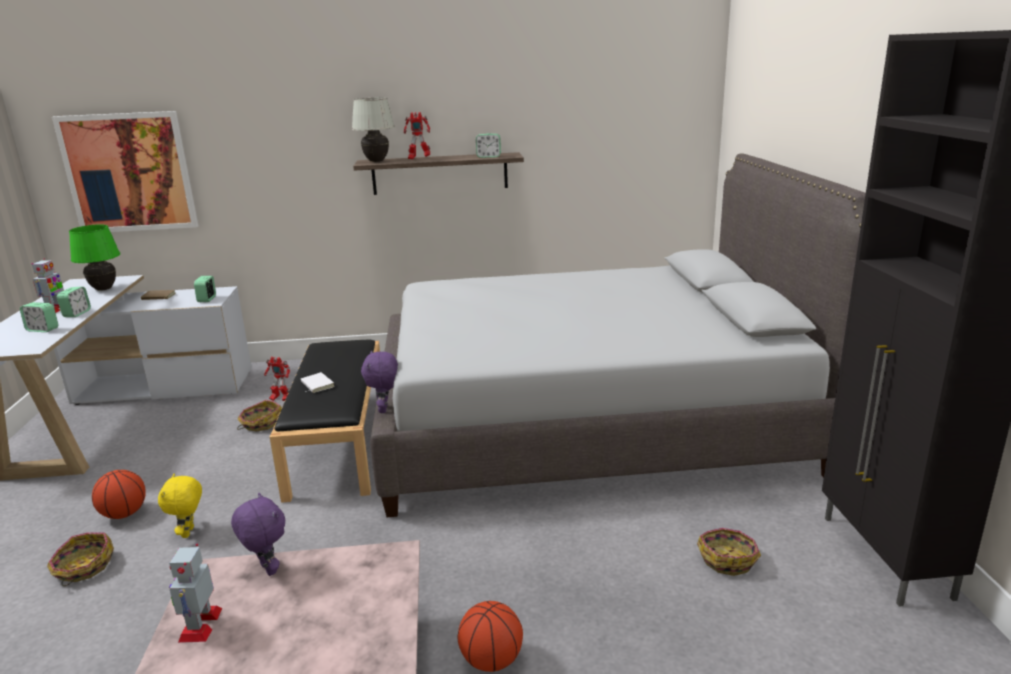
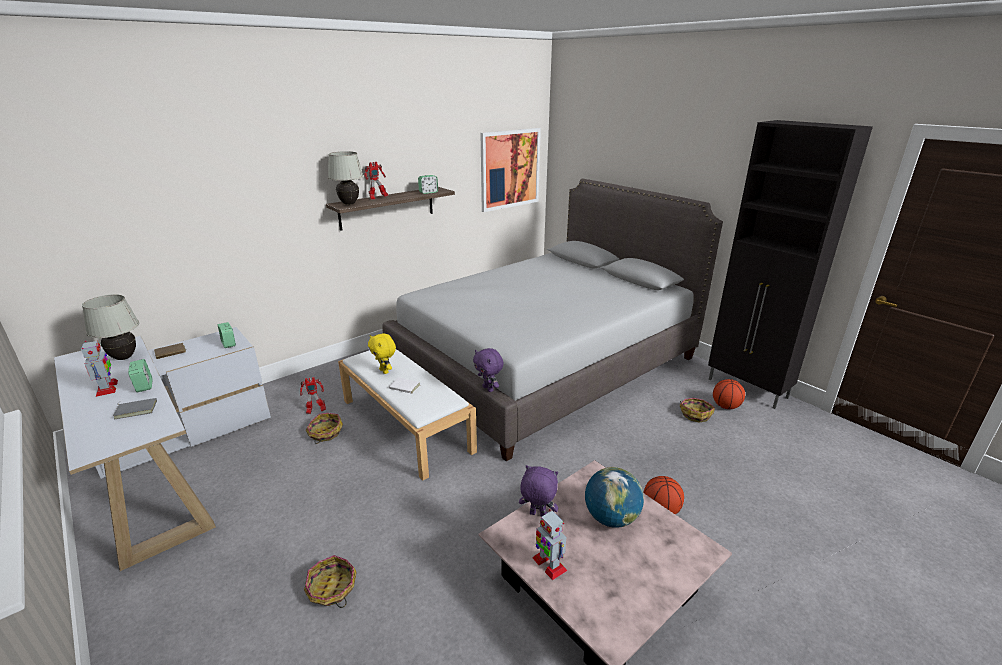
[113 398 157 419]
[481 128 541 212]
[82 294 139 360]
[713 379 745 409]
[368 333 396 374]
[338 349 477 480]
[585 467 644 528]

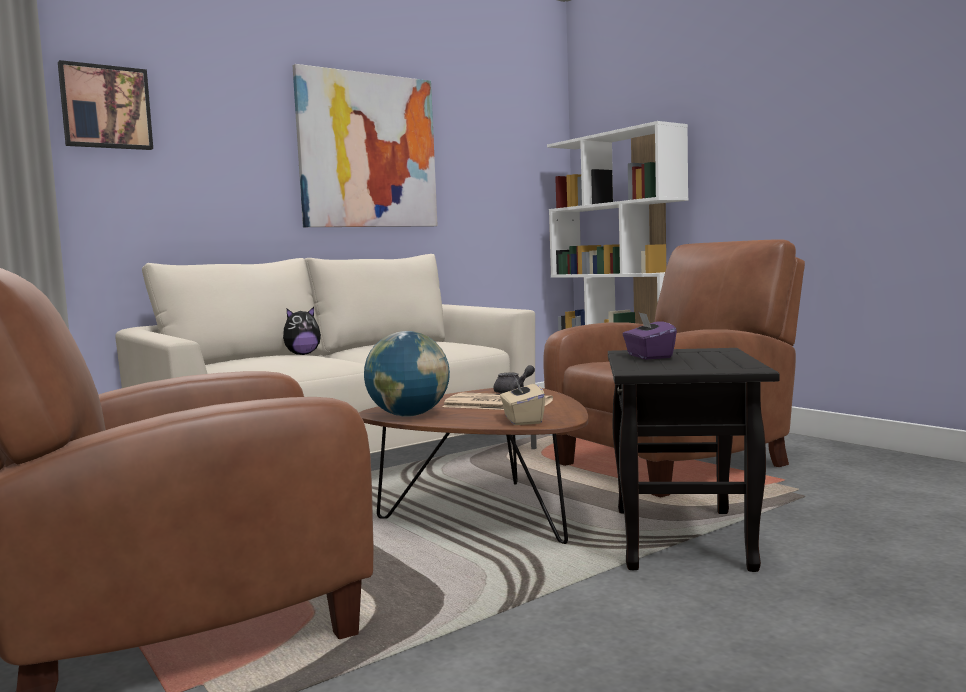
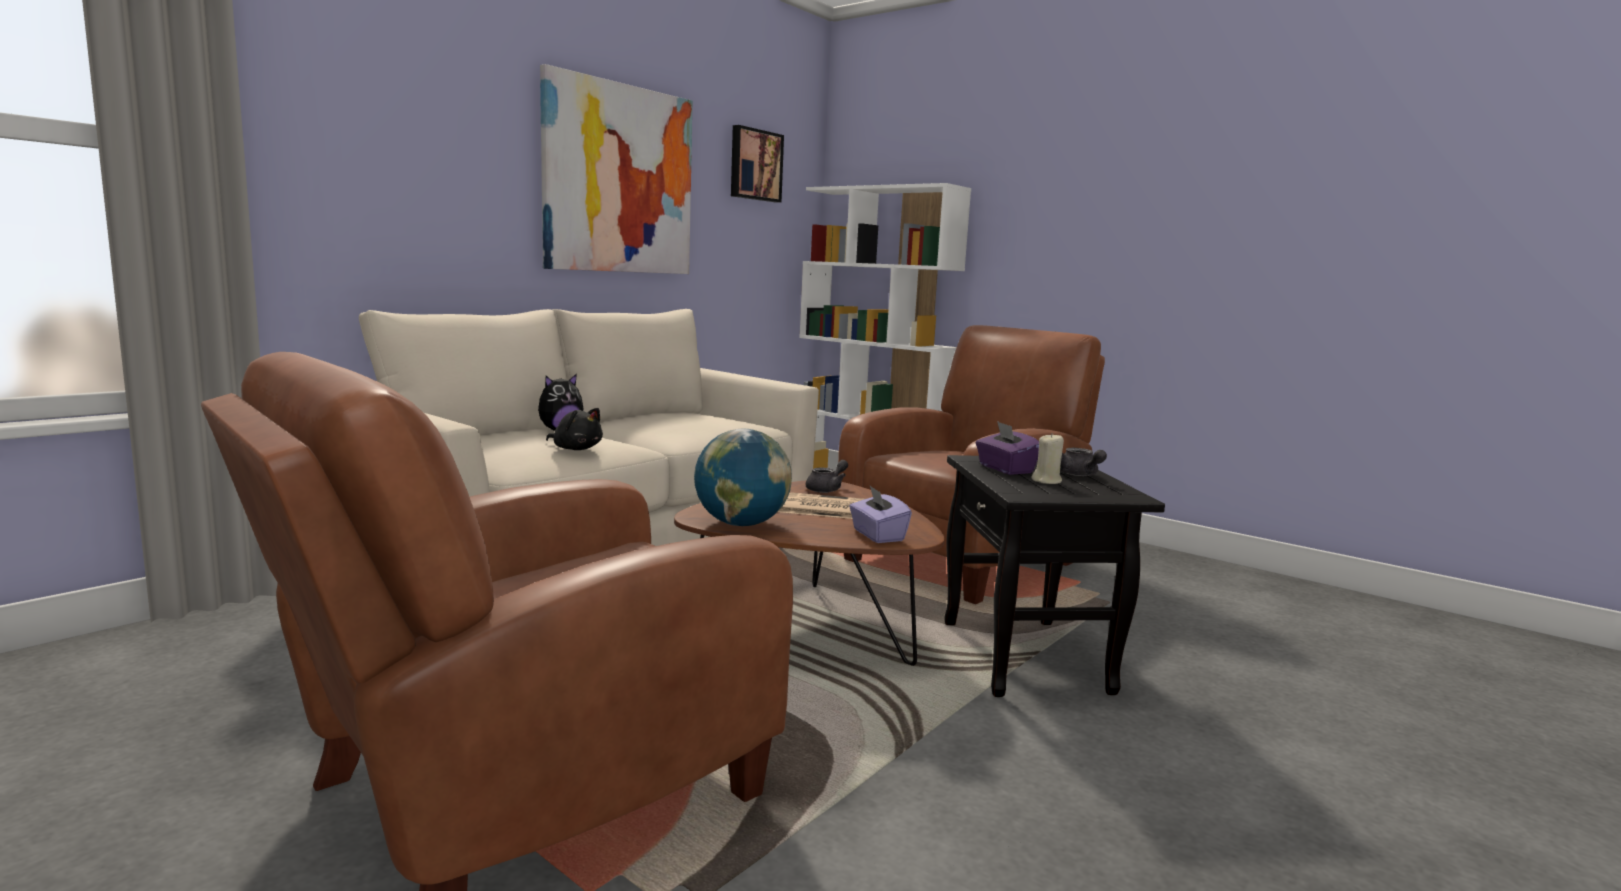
[731 125 784 203]
[849 486 912 543]
[546 408 603 450]
[1032 433 1064 484]
[1060 448 1107 476]

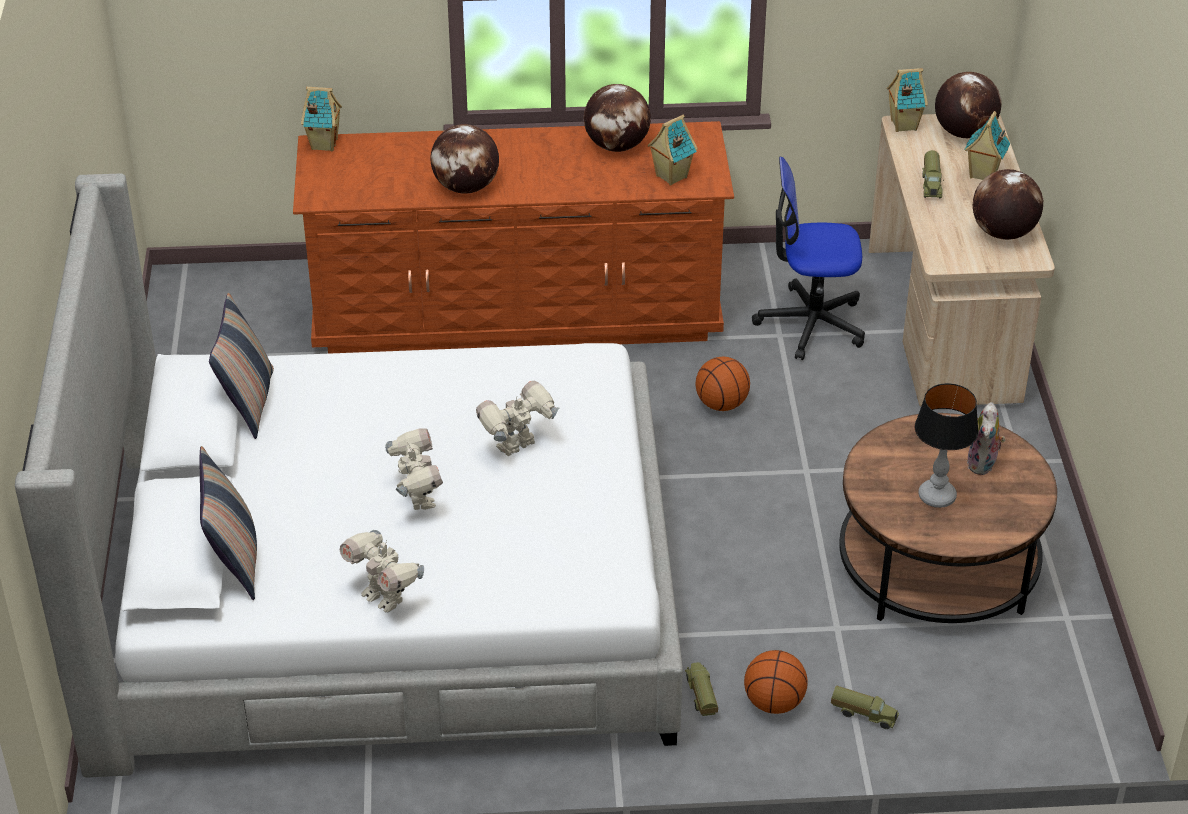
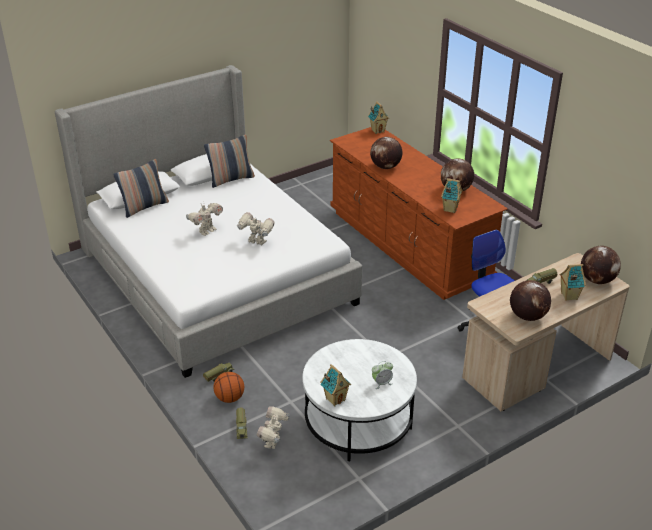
[256 406 290 449]
[695 356 750 411] (first image)
[302 339 417 461]
[320 364 351 406]
[915 383 979 508] (first image)
[372 361 393 389]

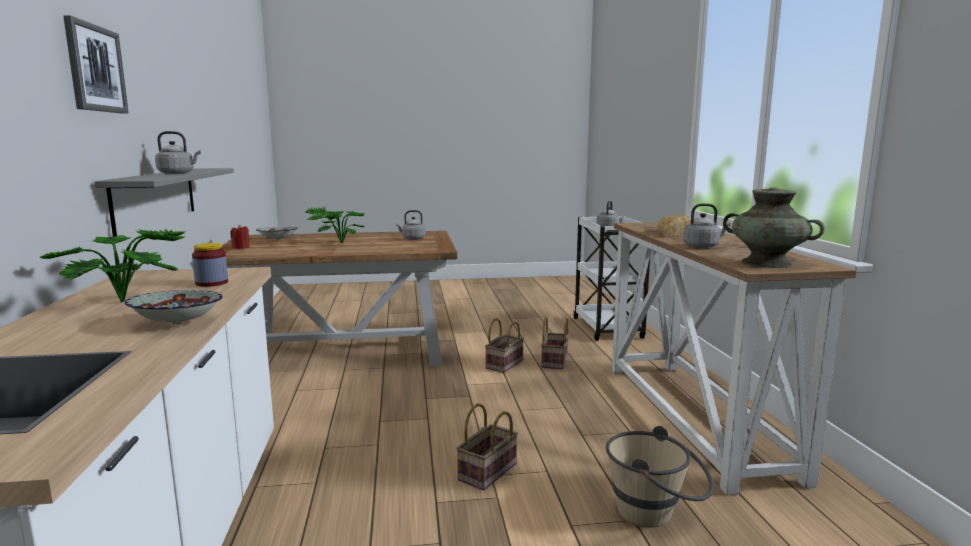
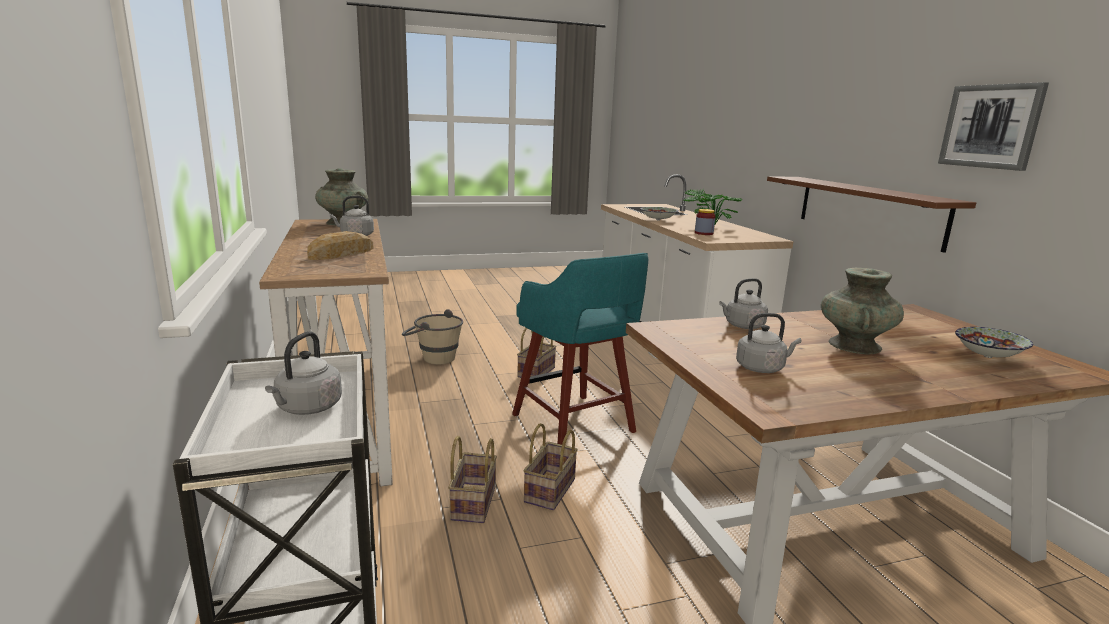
[938 82 1049 171]
[767 176 976 253]
[719 278 768 329]
[231 225 250 249] (first image)
[821 268 904 354]
[512 253 648 445]

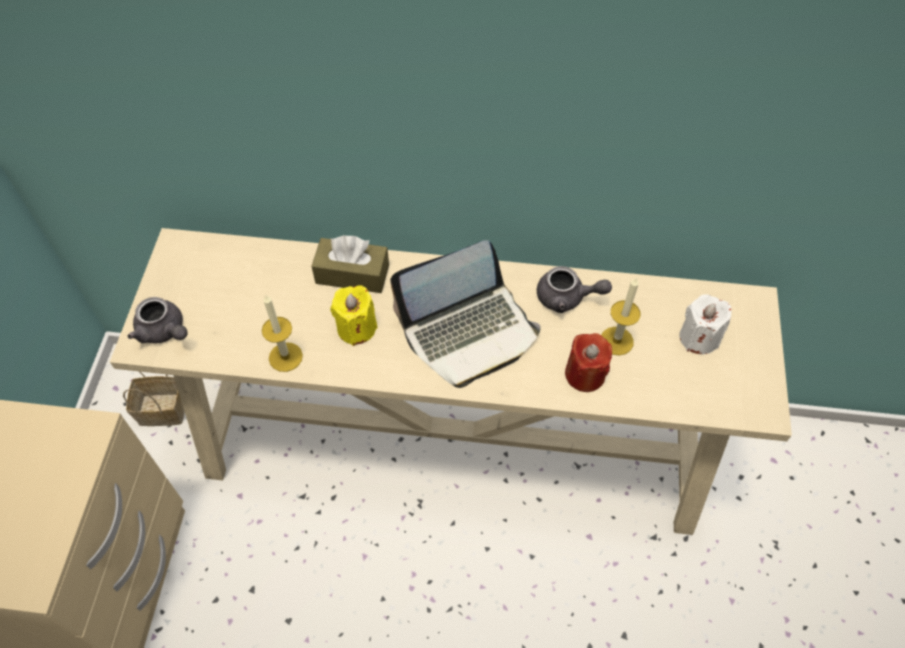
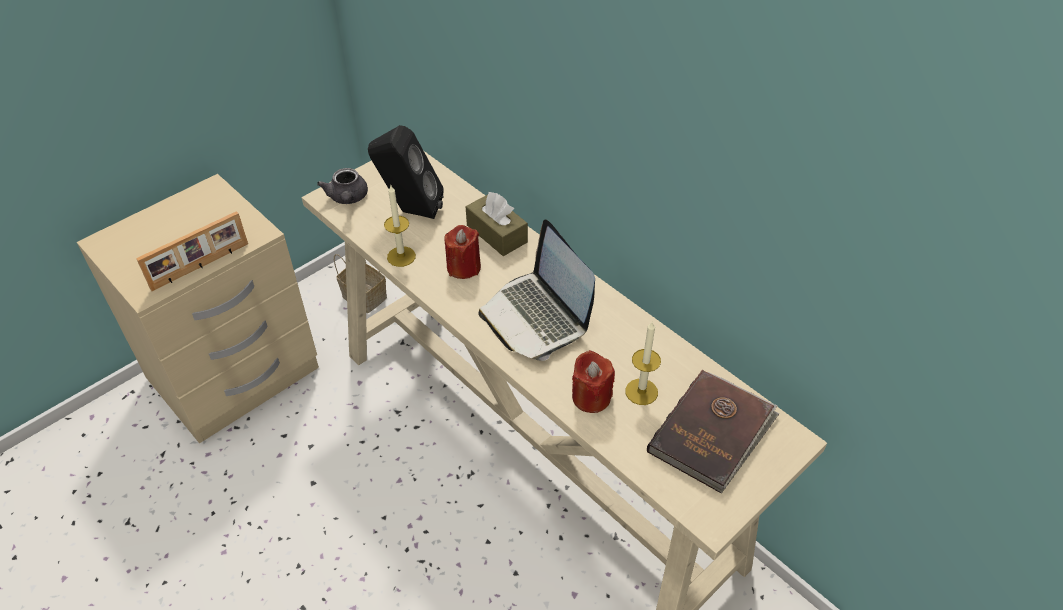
[445 225 481 279]
[478 219 595 361]
[537 266 612 313] (first image)
[647 370 779 493]
[136 211 248 291]
[368 125 444 219]

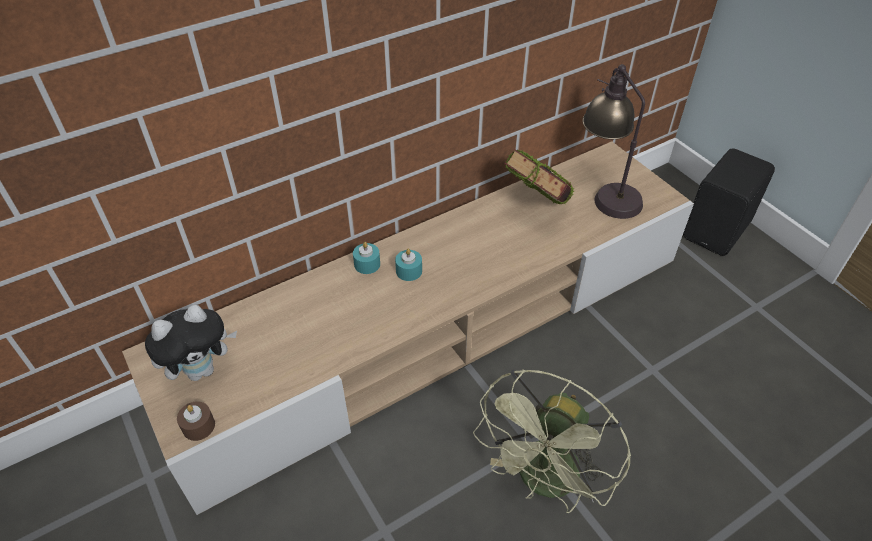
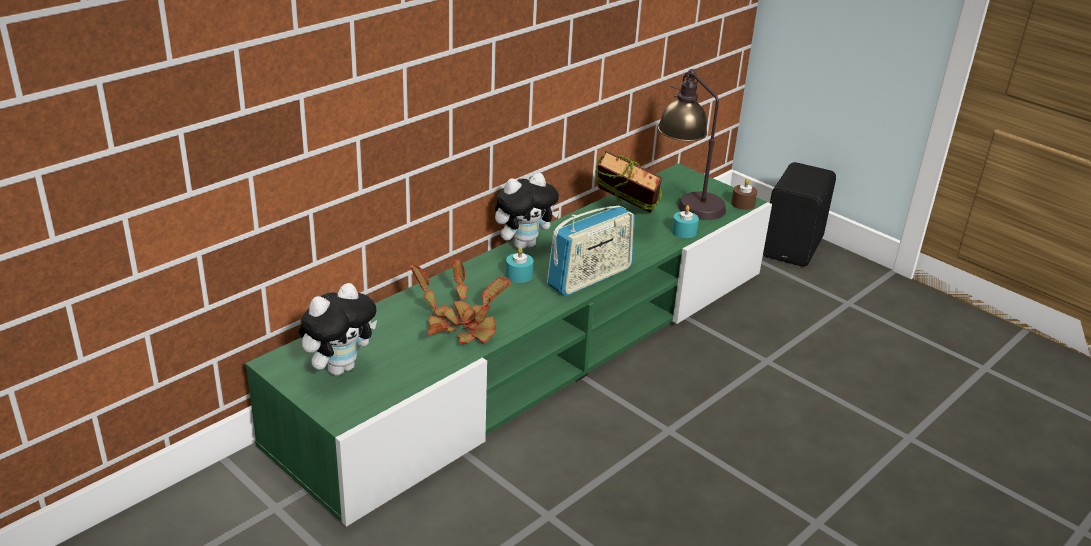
[245 163 772 527]
[731 178 757 210]
[672 205 699 238]
[473 369 631 513] (first image)
[409 259 512 343]
[495 173 560 249]
[547 205 635 296]

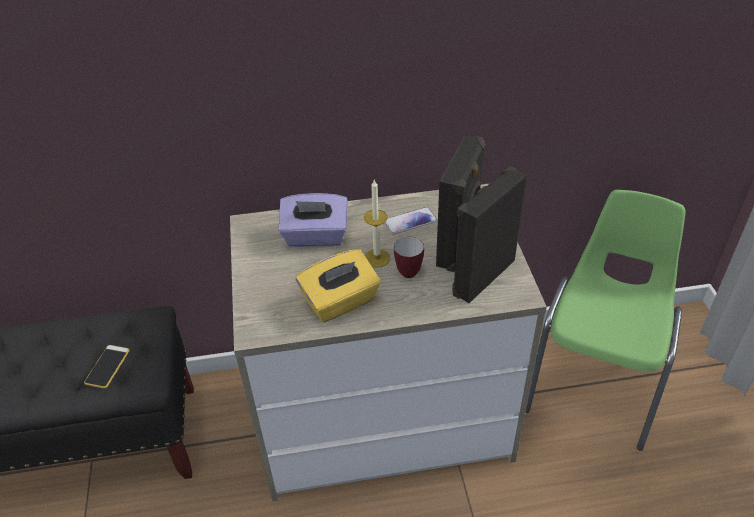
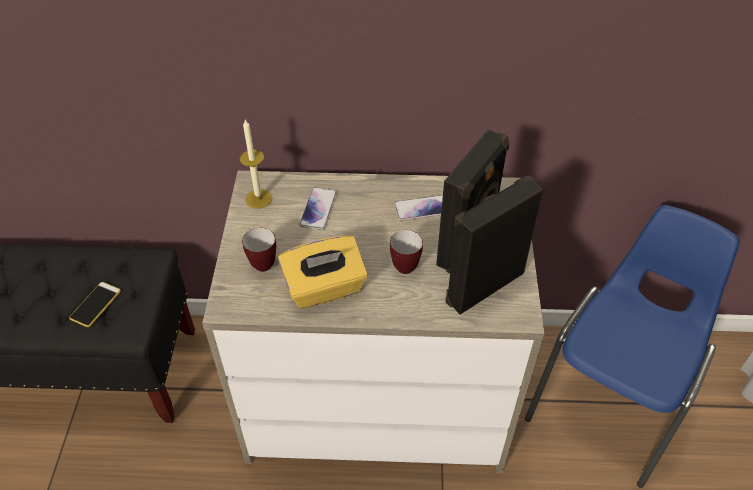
[299 187 337 230]
[240 119 272 209]
[525 205 740 488]
[242 228 276 272]

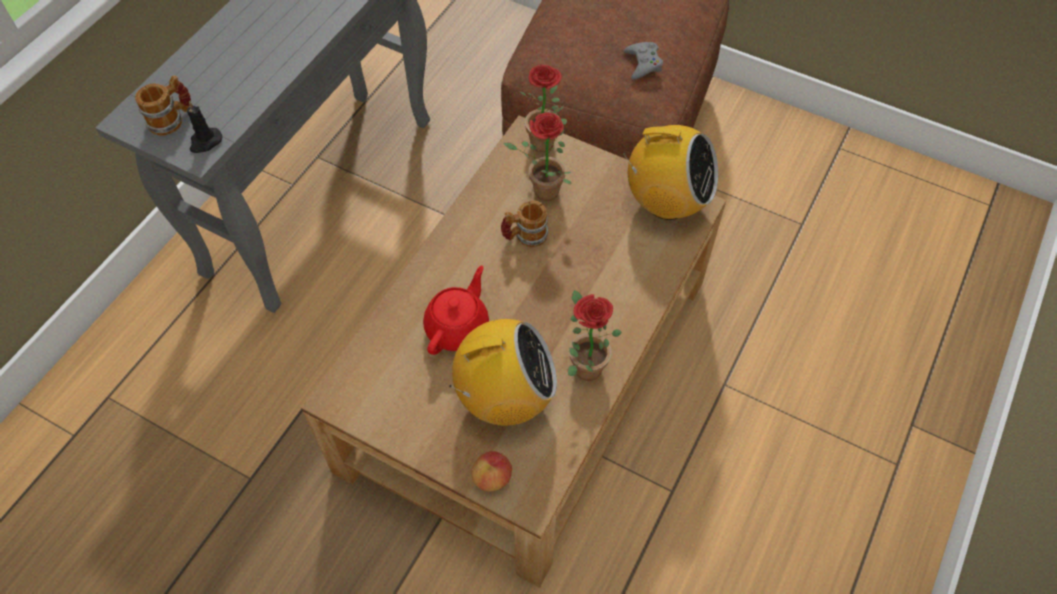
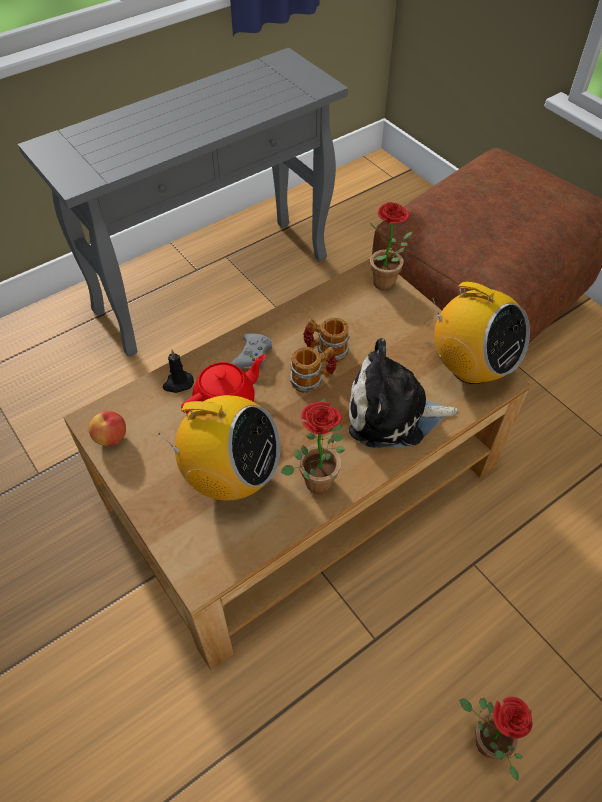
[290 347 337 393]
[163 350 194 393]
[89 411 126 446]
[459 697 533 781]
[231 333 272 369]
[349 338 458 448]

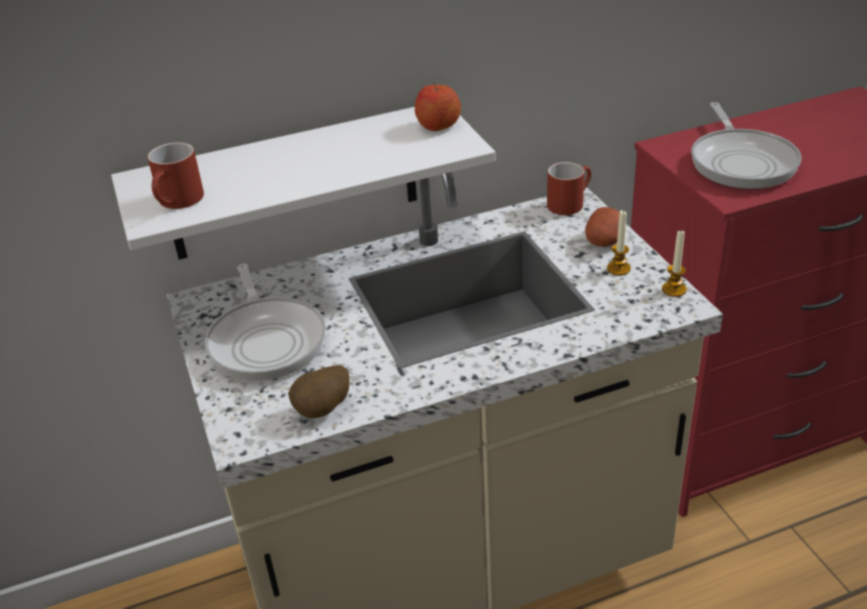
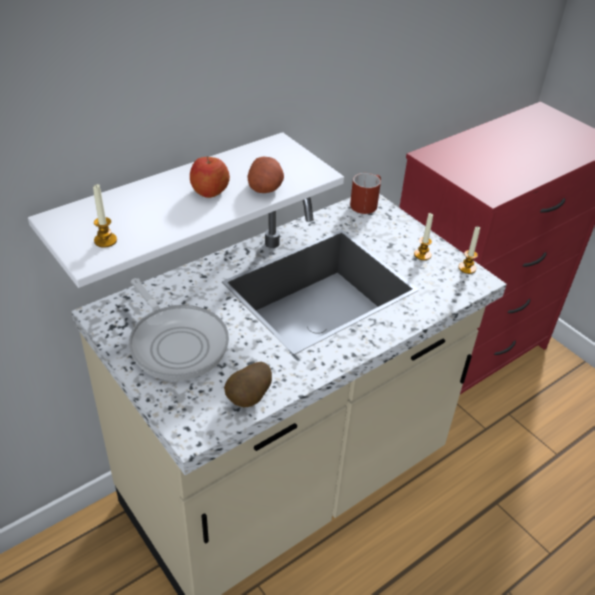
[93 184 117 248]
[190 156 230 198]
[247 157 284 193]
[691 102 802 189] (first image)

